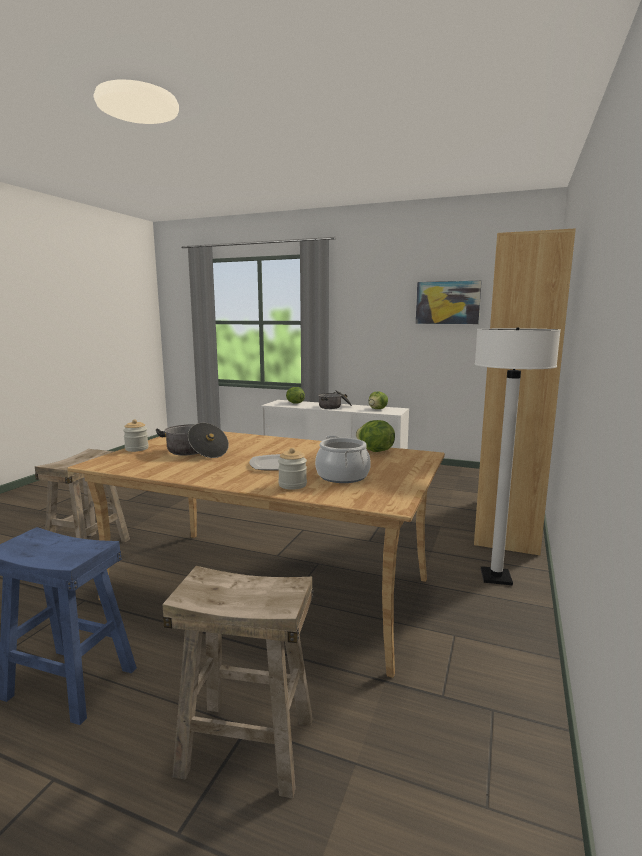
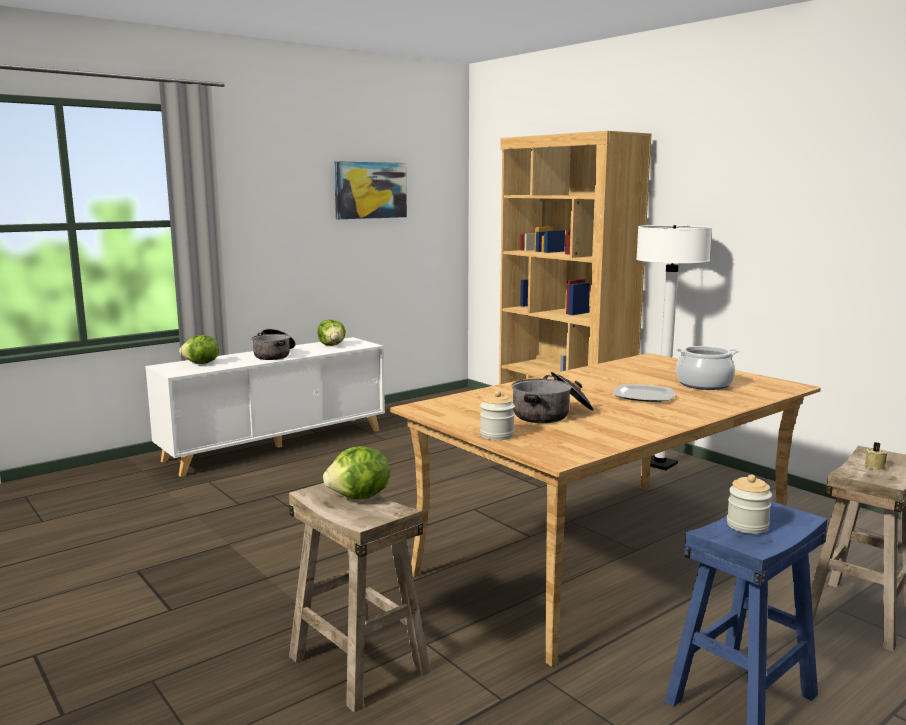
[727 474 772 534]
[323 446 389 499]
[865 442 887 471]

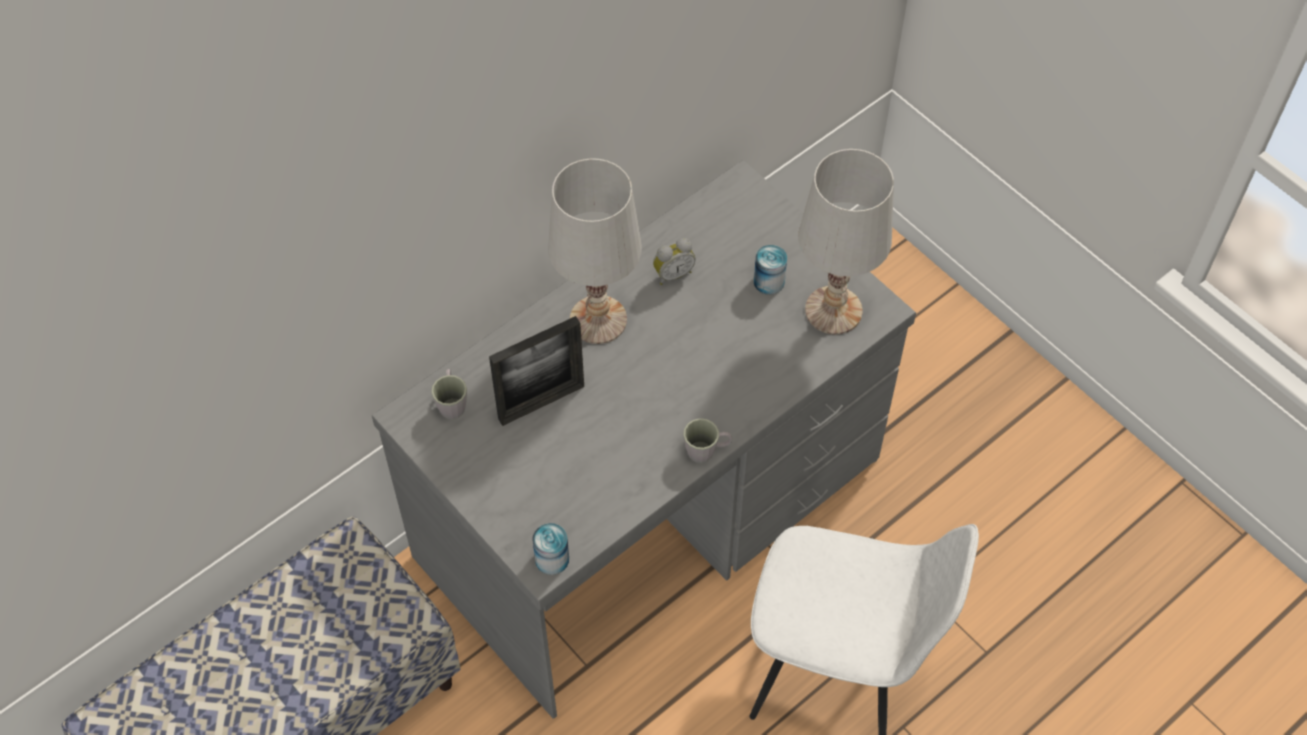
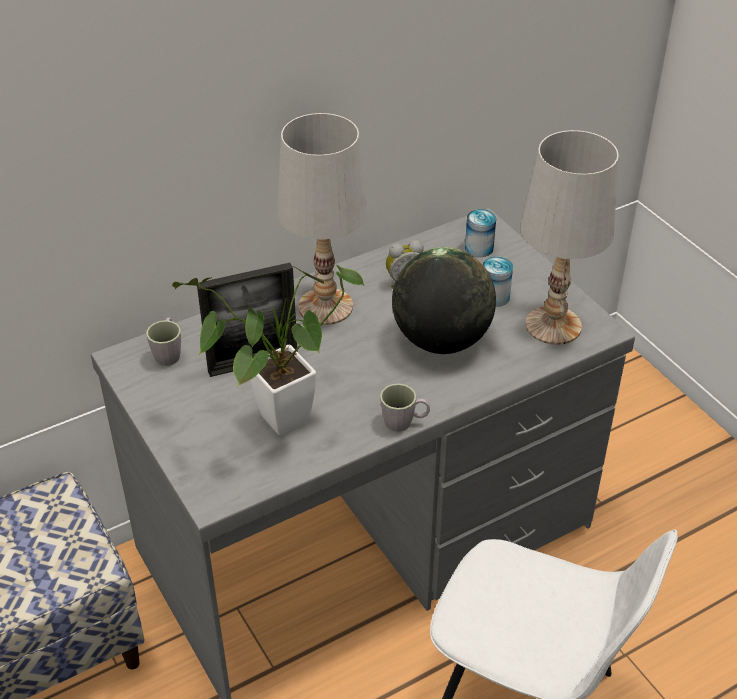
[465 209 496 257]
[172 265 365 436]
[392 247 496 354]

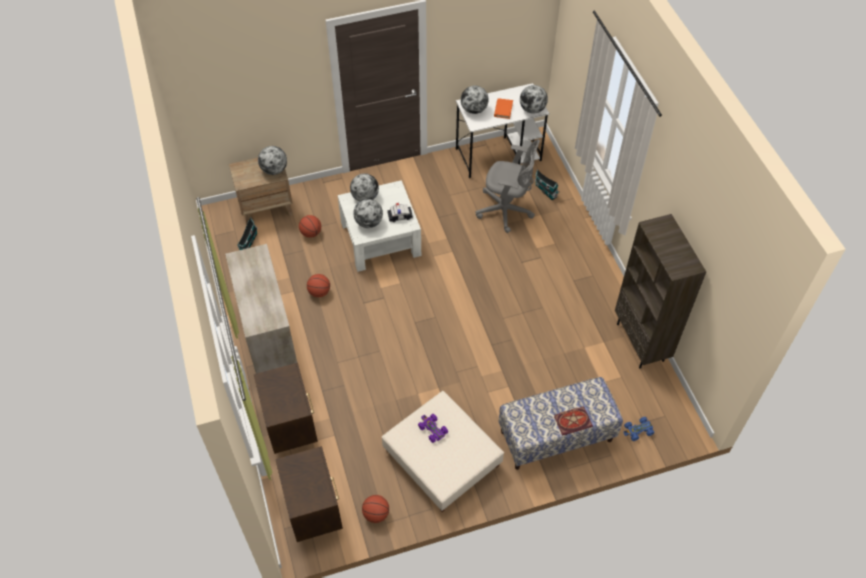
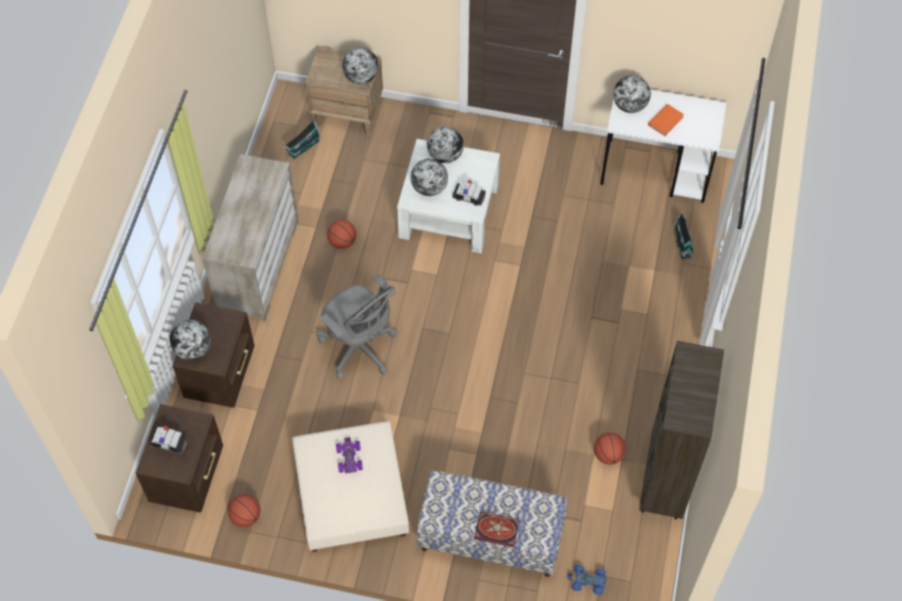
[594 433 626 465]
[317 274 397 379]
[170 320 211 360]
[149 426 187 453]

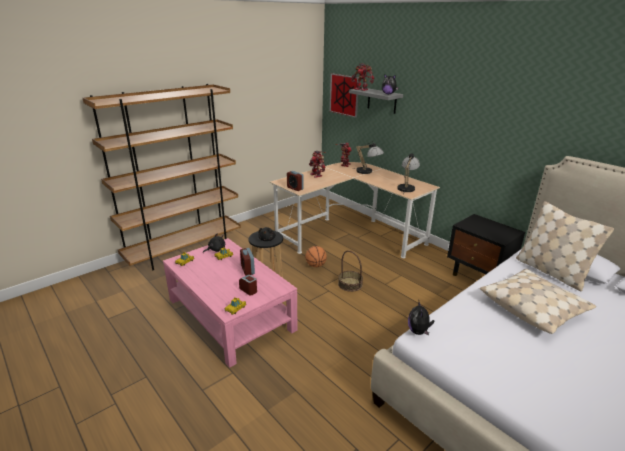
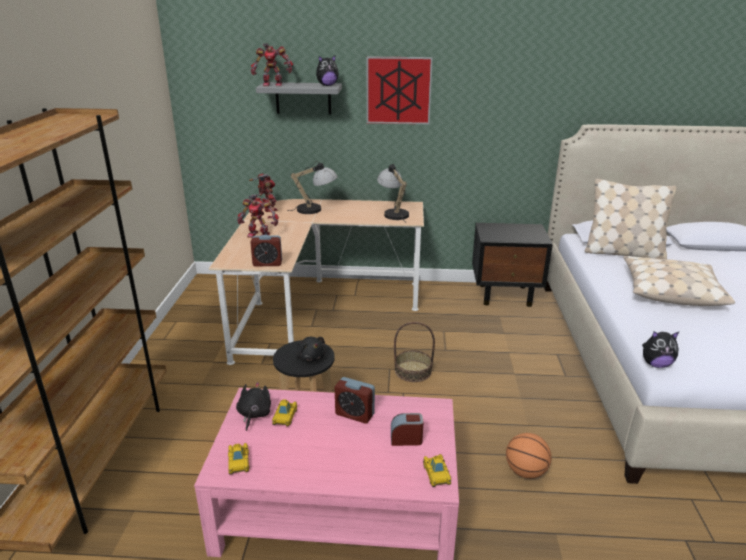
[506 433 552 479]
[367 56 432 124]
[642 331 679 368]

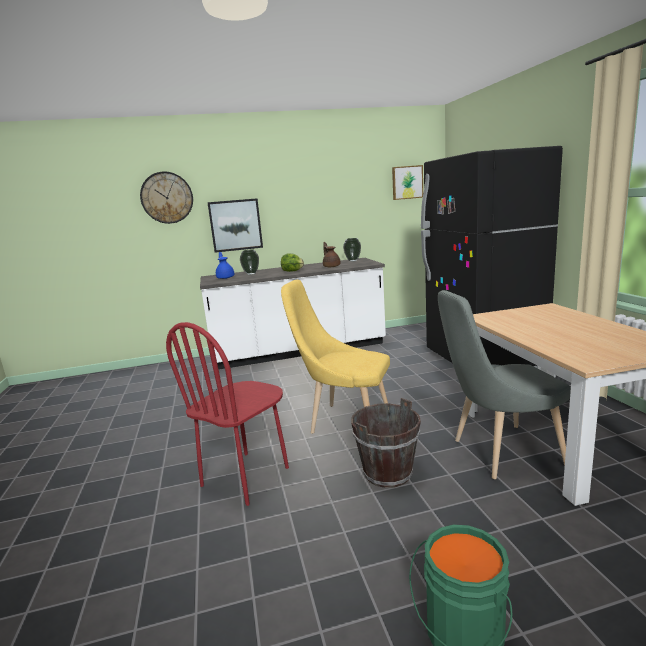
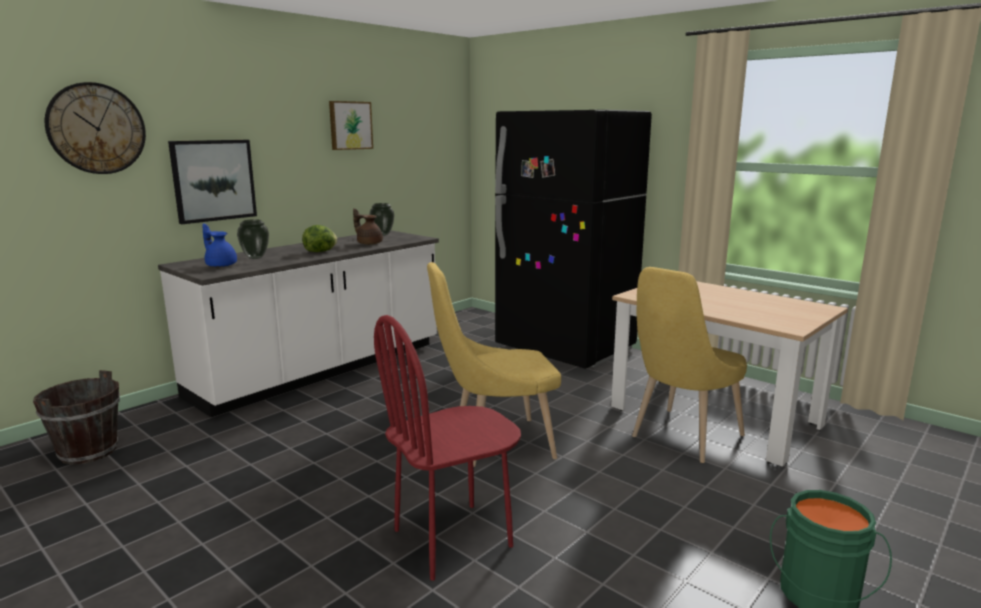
[374 315 521 581]
[33 370 120 465]
[329 101 373 150]
[632 267 747 463]

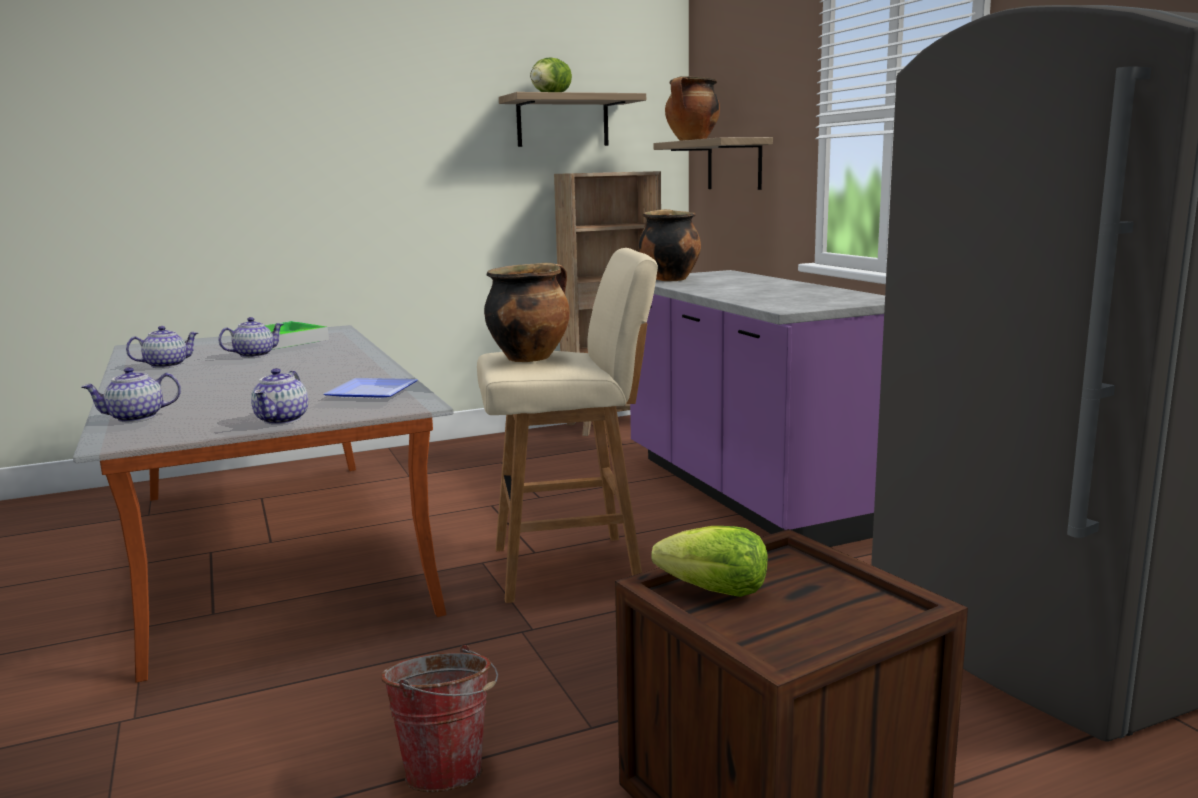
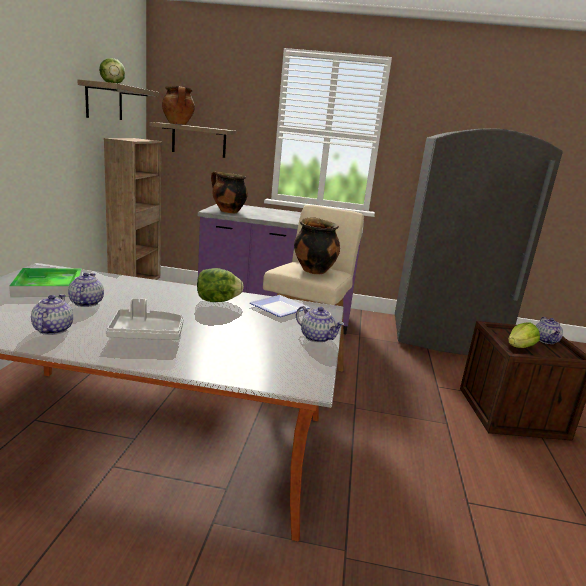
[536 317 563 344]
[381 645 498 792] (first image)
[106 298 184 340]
[197 268 244 302]

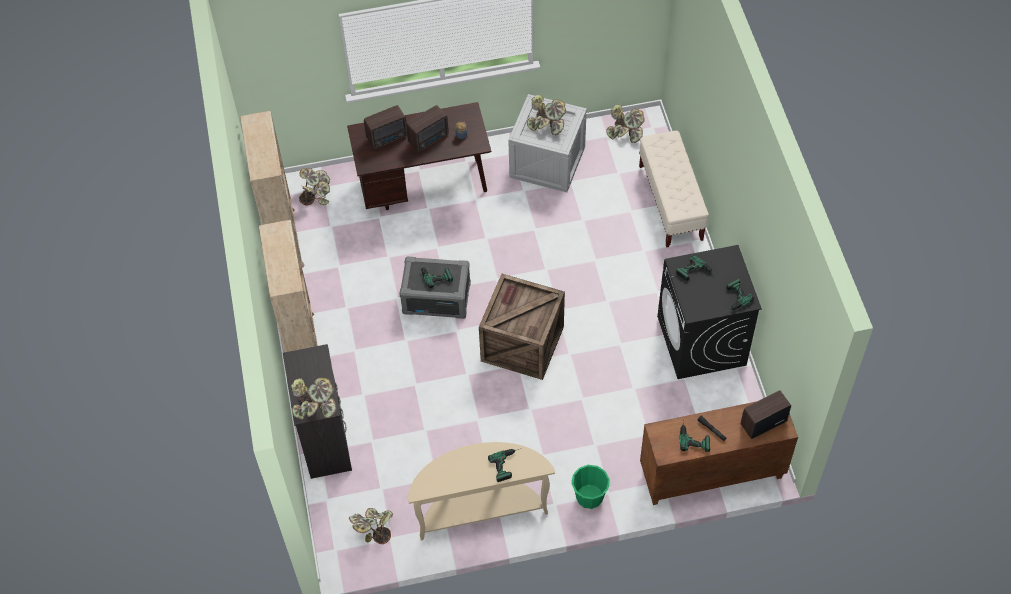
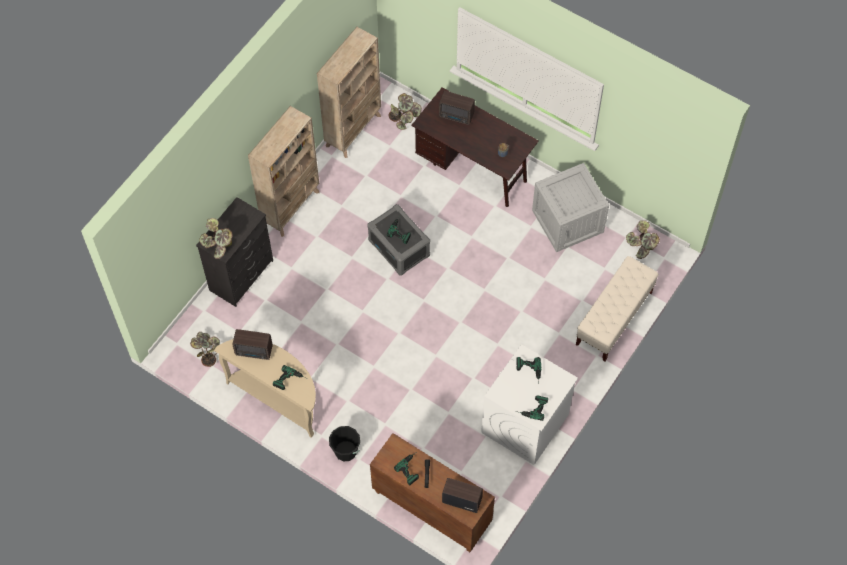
[232 329 273 360]
[479 274 565 380] (first image)
[527 95 566 135] (first image)
[329 426 361 461]
[481 344 578 465]

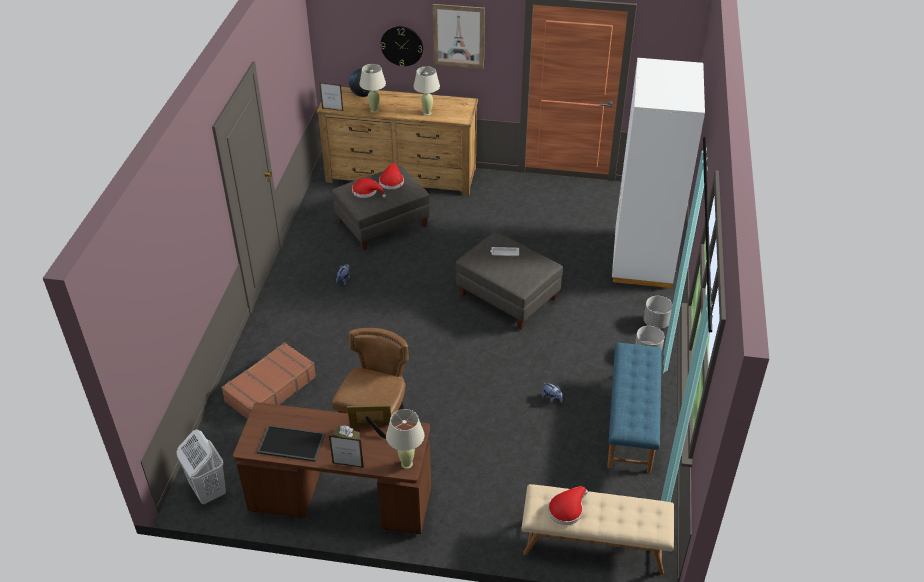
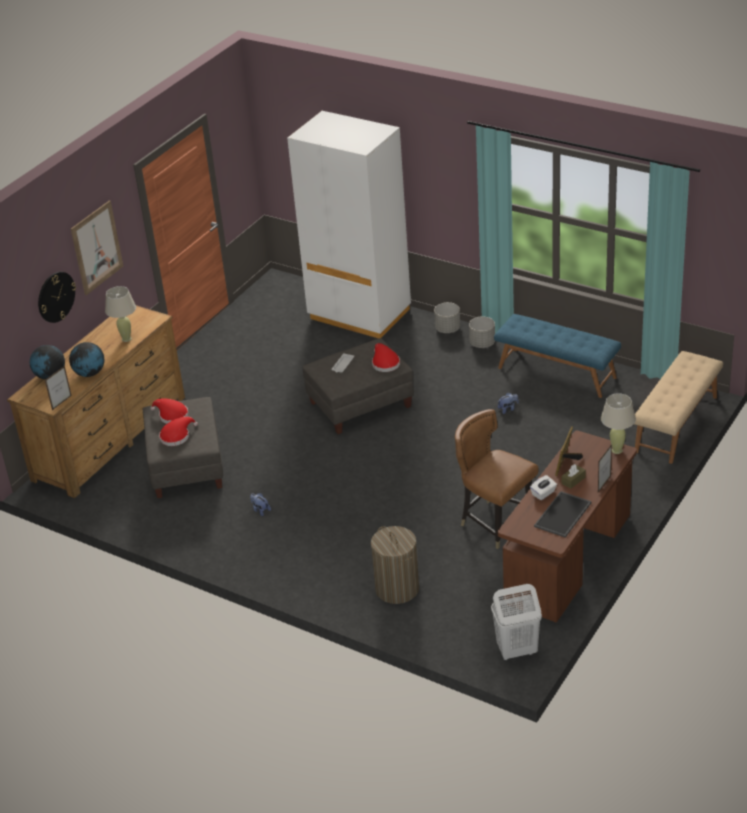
[371 526 419 604]
[69 342 105 377]
[372 343 400 372]
[530 475 557 500]

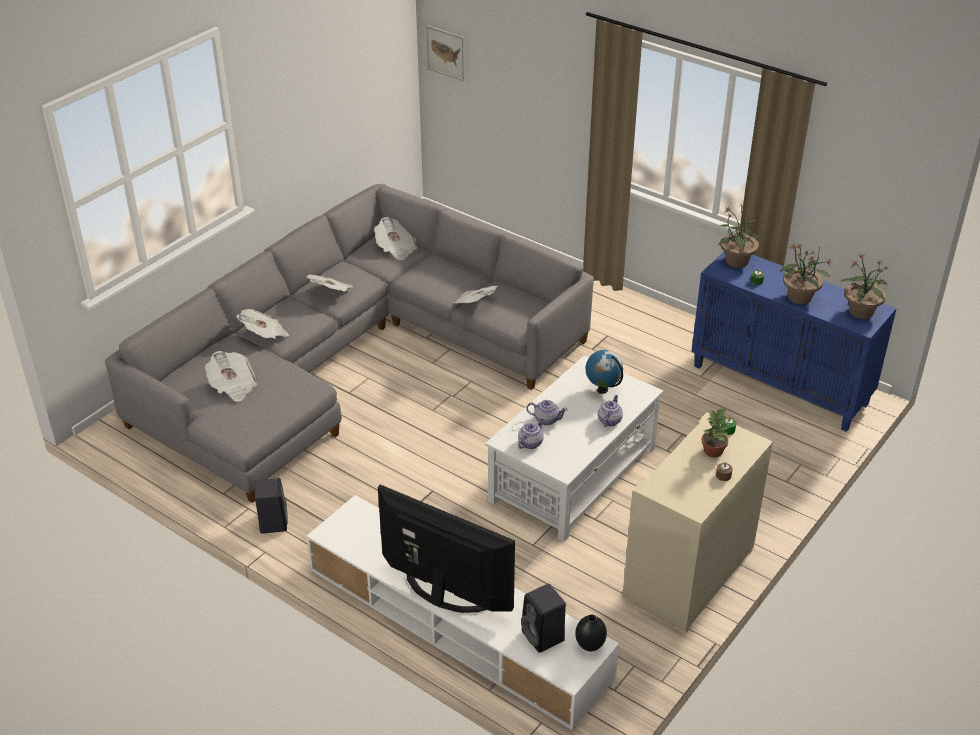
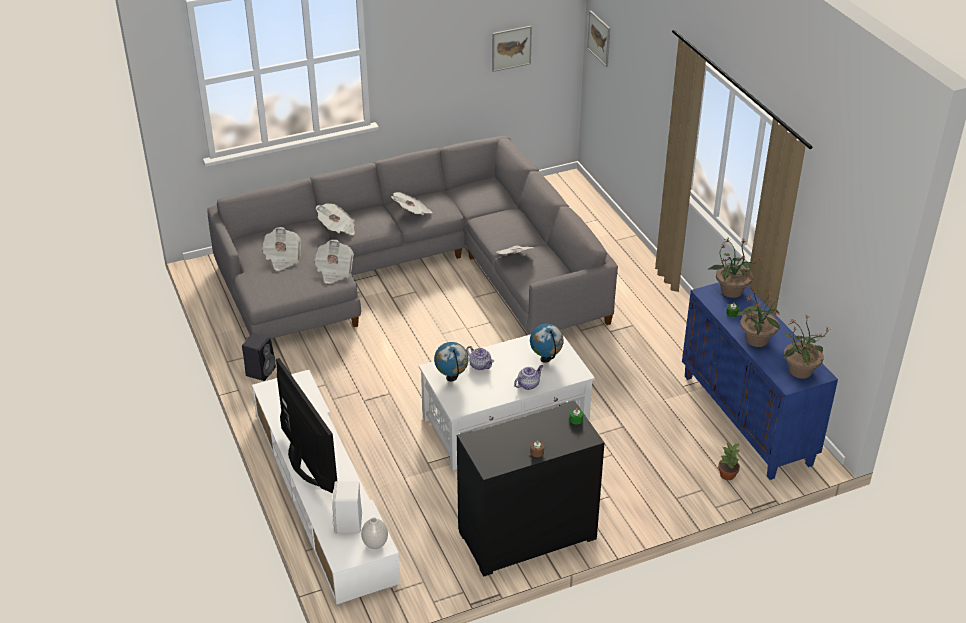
[314 240 354 284]
[434 342 469 382]
[332 481 362 533]
[361 518 388 549]
[457 400 604 577]
[718 442 740 480]
[492 26 532 72]

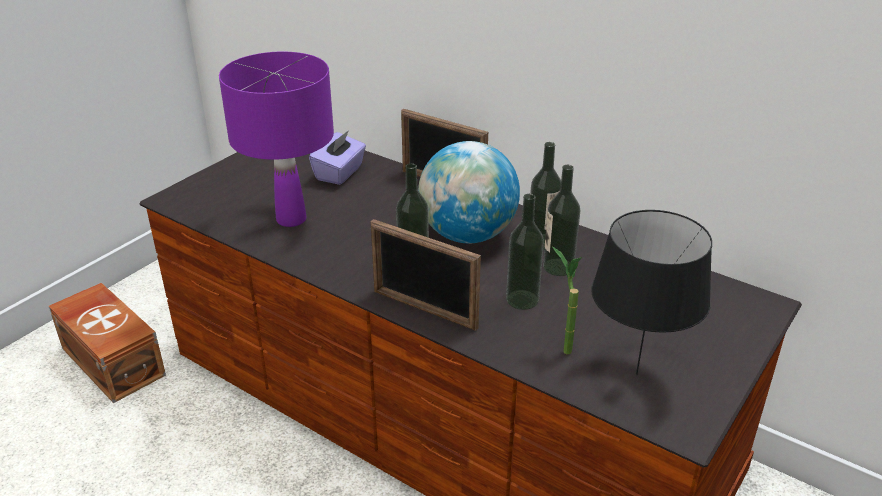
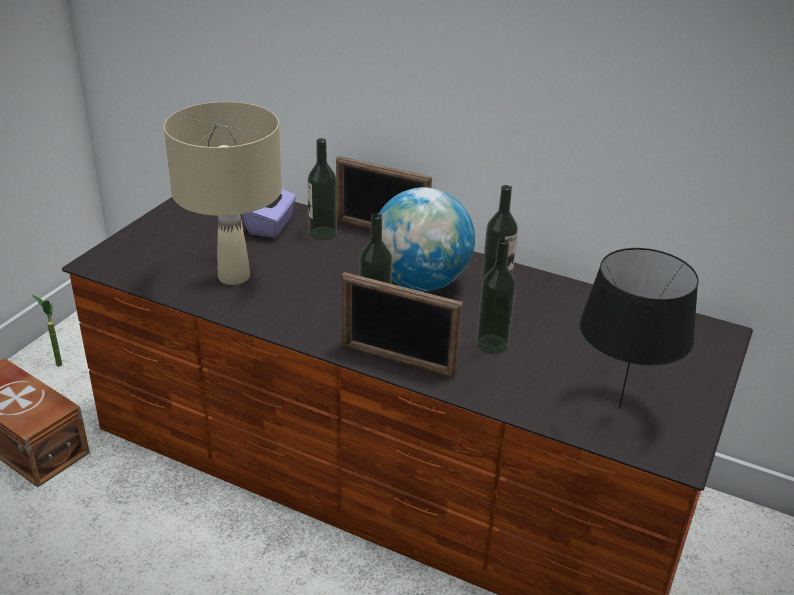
[164 102 282 285]
[308 138 337 240]
[32 295 62 367]

